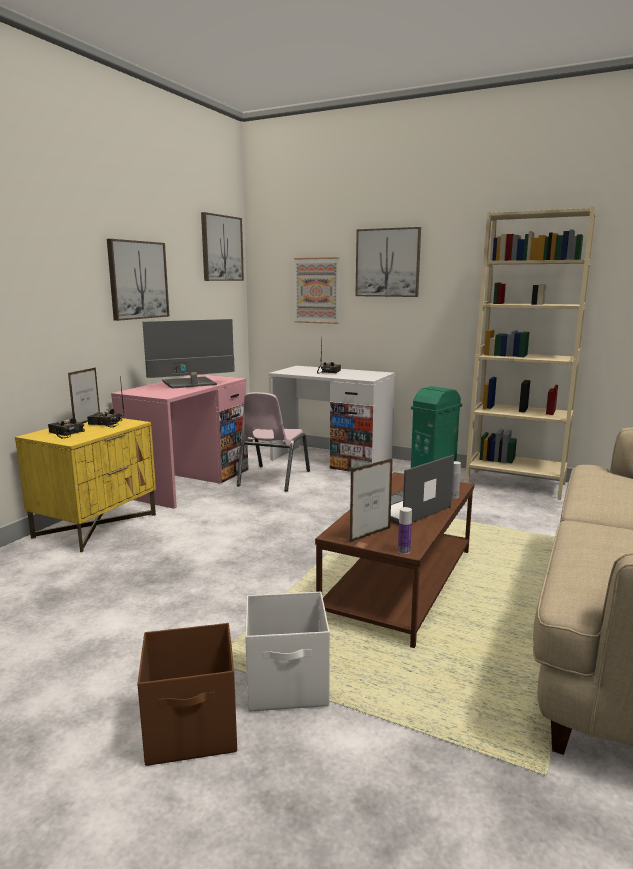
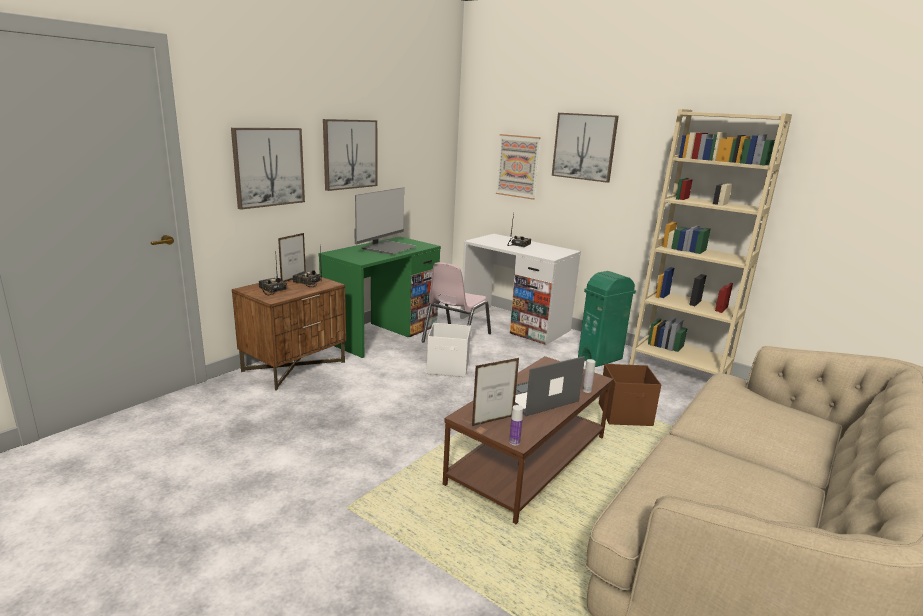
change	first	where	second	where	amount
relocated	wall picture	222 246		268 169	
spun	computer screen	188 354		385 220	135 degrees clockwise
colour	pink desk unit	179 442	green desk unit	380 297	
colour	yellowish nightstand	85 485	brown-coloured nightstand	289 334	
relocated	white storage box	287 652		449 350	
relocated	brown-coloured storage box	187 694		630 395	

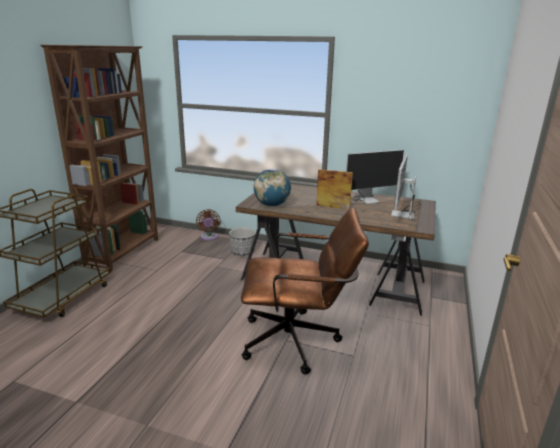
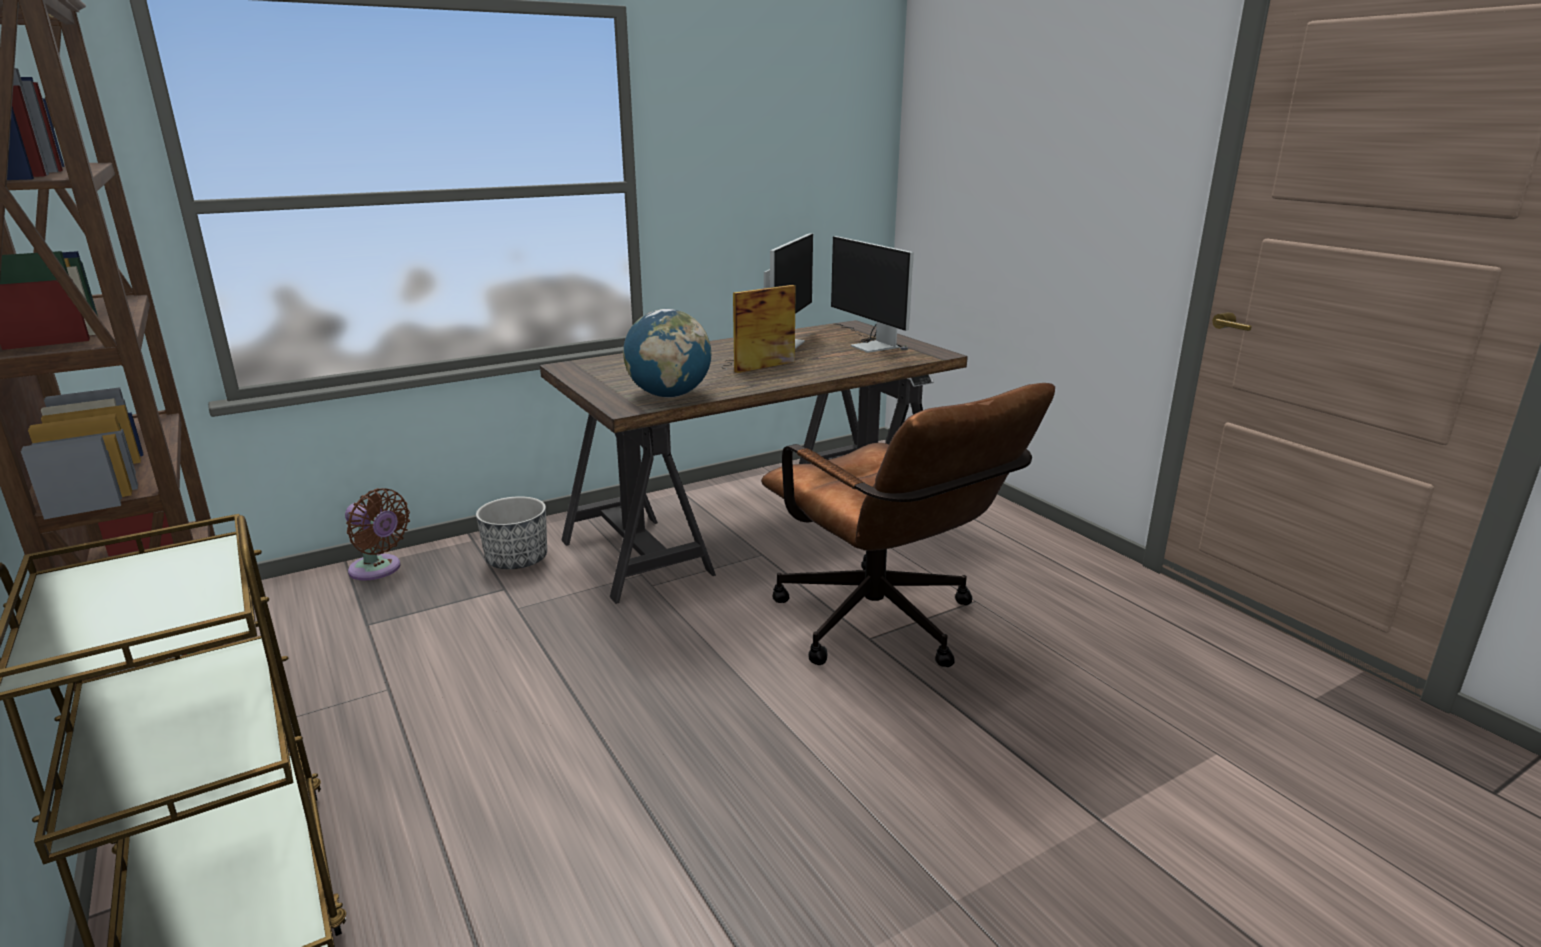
change	first	where	second	where	amount
spun	brown-coloured office chair	305 291		908 525	105 degrees clockwise

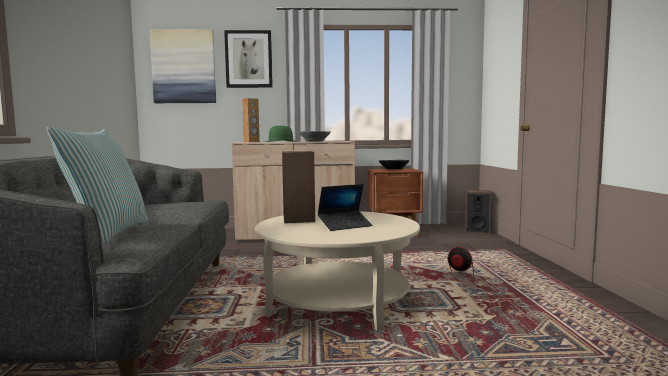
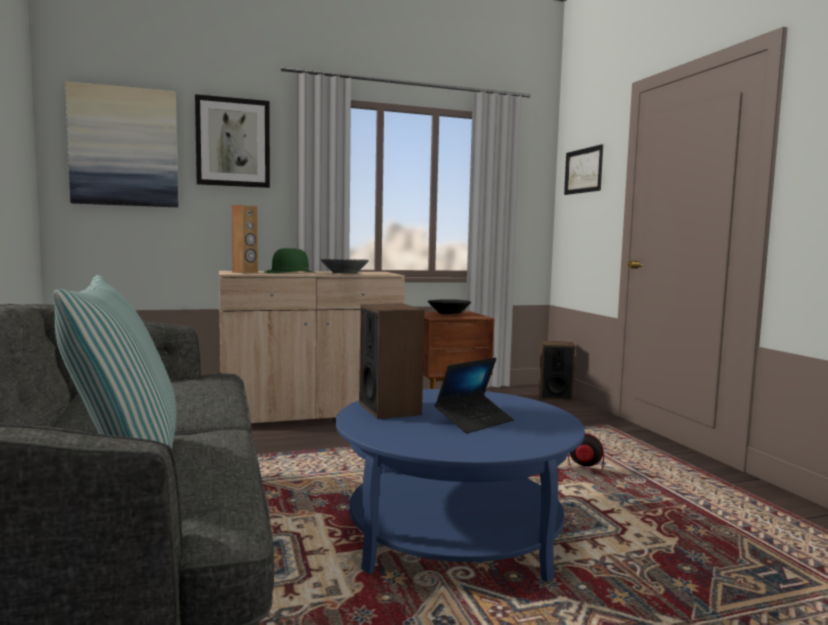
change	first	where	second	where	amount
colour	beige-coloured lounge table	337 271	bluish lounge table	460 485	
appeared			wall picture	583 169	

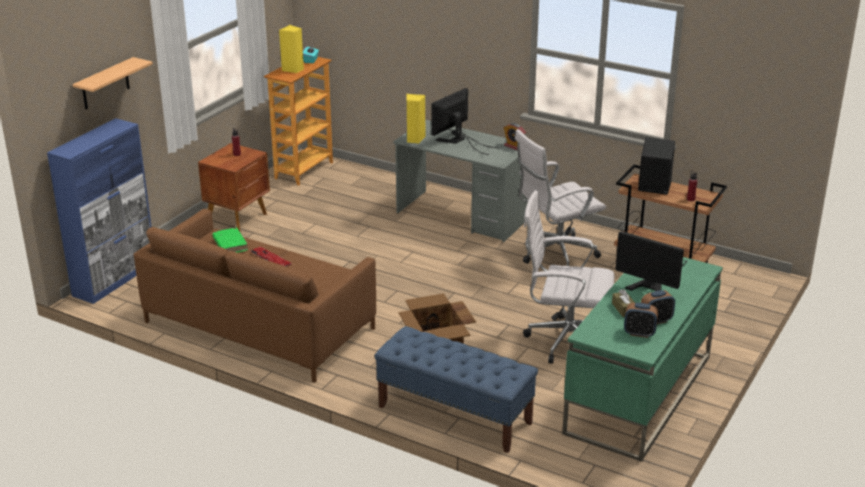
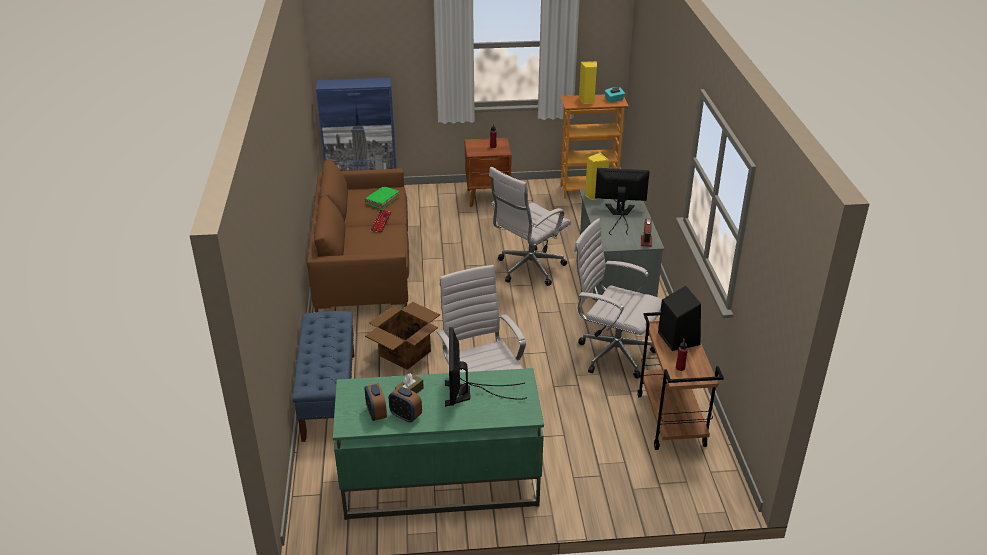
change	first	where	second	where	amount
missing	wall shelf	113 83			
appeared			white office chair	530 226	

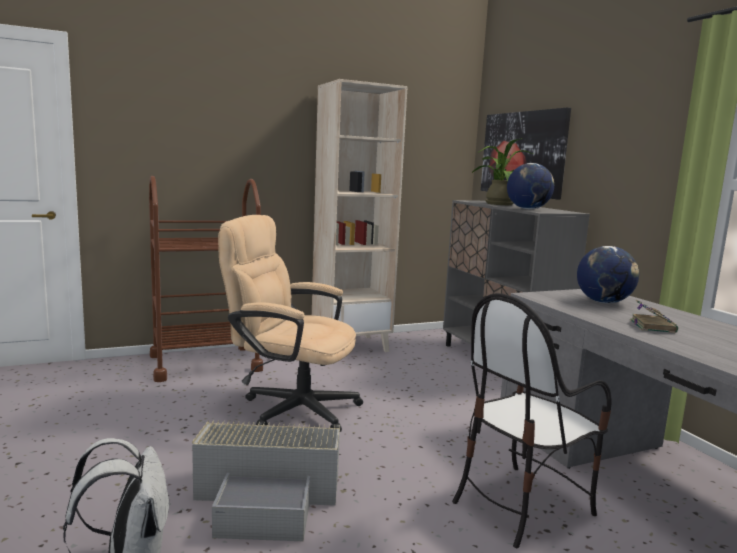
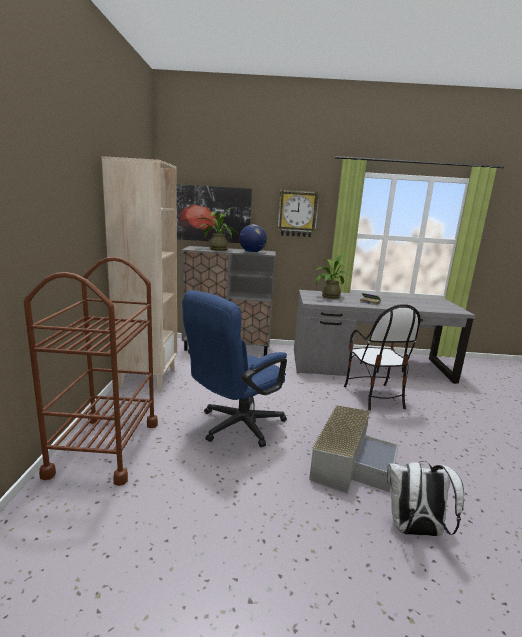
change	first	where	second	where	amount
colour	beige-coloured office chair	290 323	bluish office chair	235 368	
exchanged	world globe	608 274	potted plant	332 276	
appeared			clock on the wall	299 213	

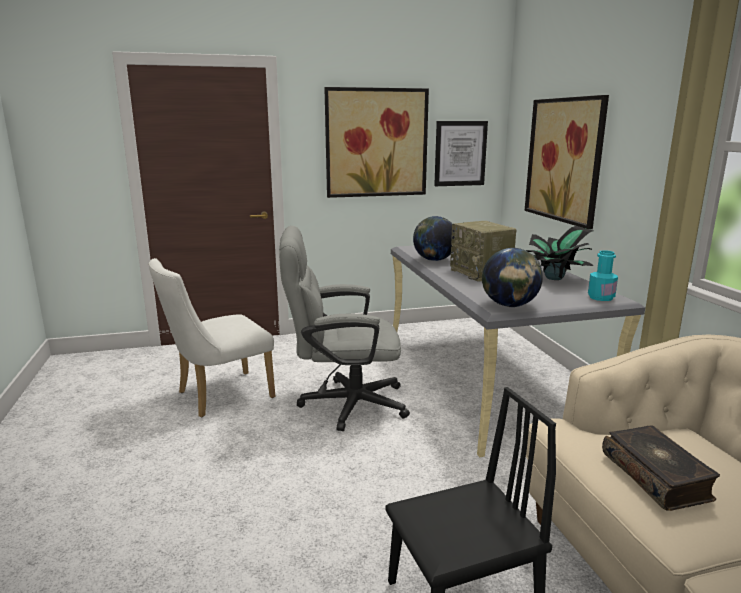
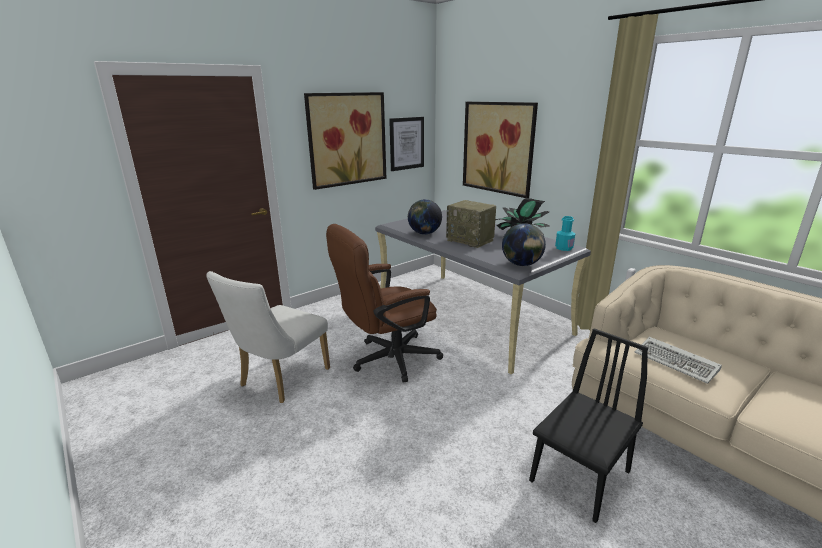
change	first	where	second	where	amount
colour	gray office chair	344 328	brown-coloured office chair	384 303	
exchanged	bound book	661 468	keyboard	678 360	

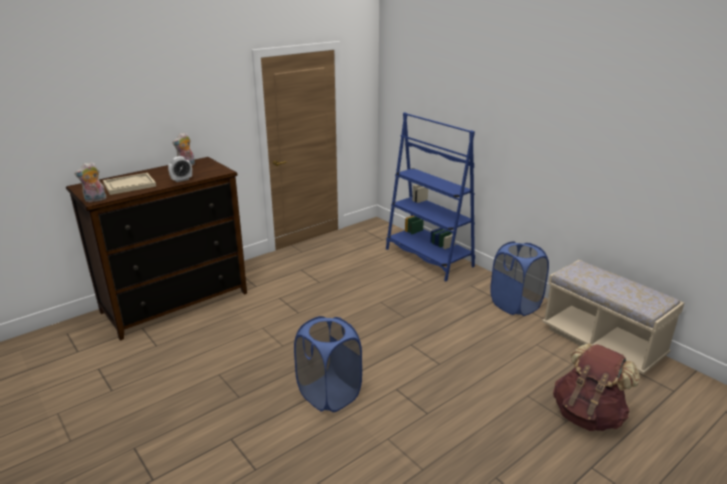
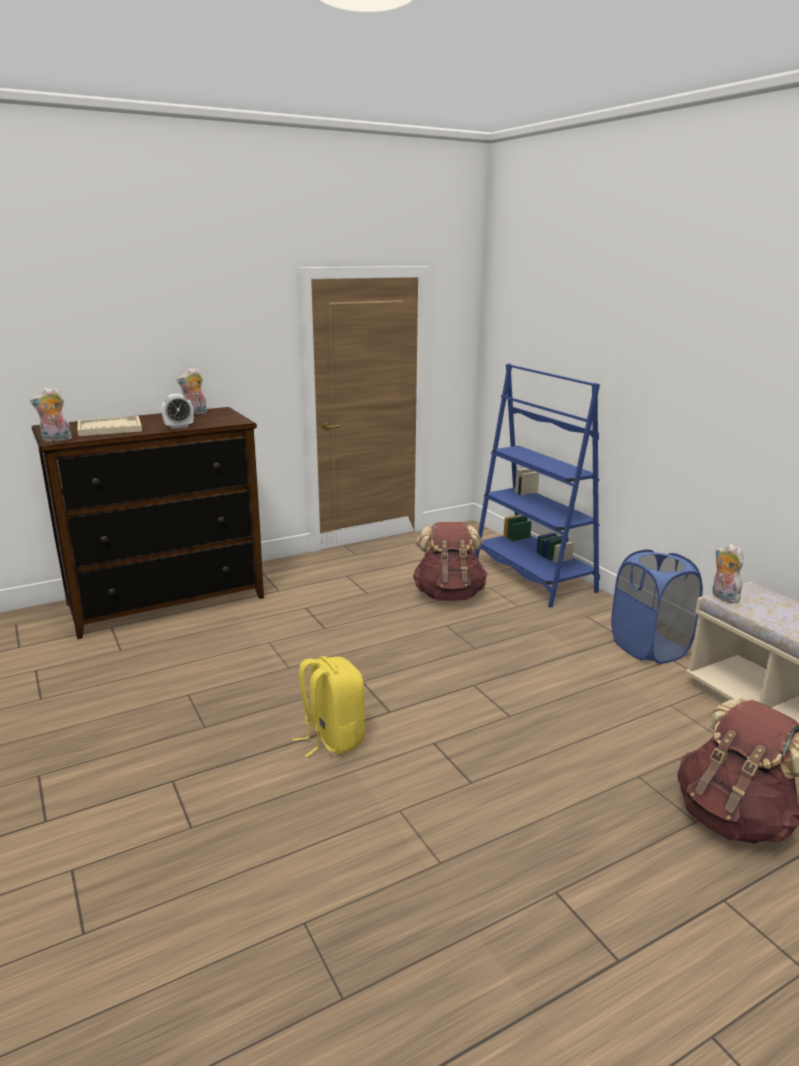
change	first	where	second	where	amount
exchanged	bluish laundry basket	328 364	yellowish rucksack	329 706	
appeared			brown-coloured rucksack	450 561	
appeared			soft toy	728 573	

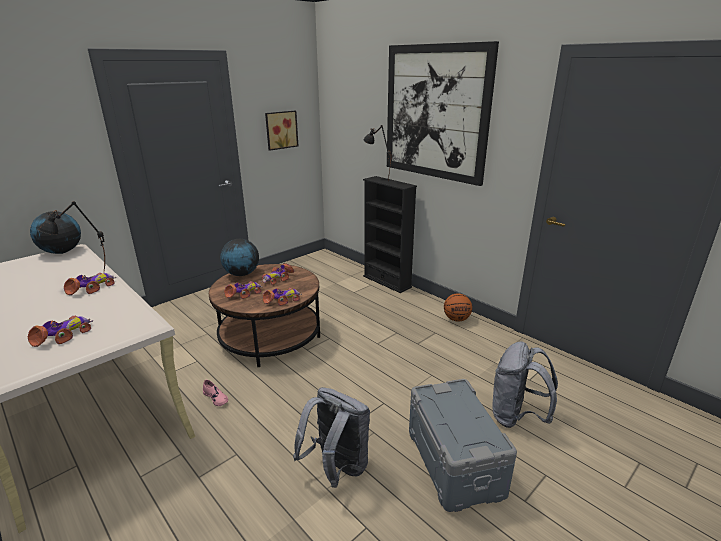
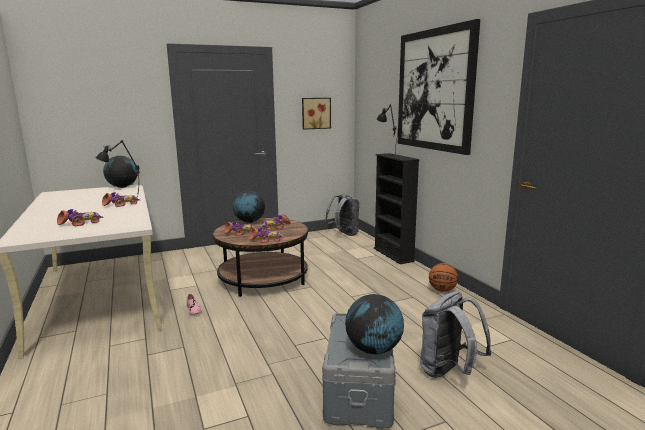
change	first	where	second	where	amount
relocated	gray rucksack	331 437		342 215	
appeared			world globe	374 324	

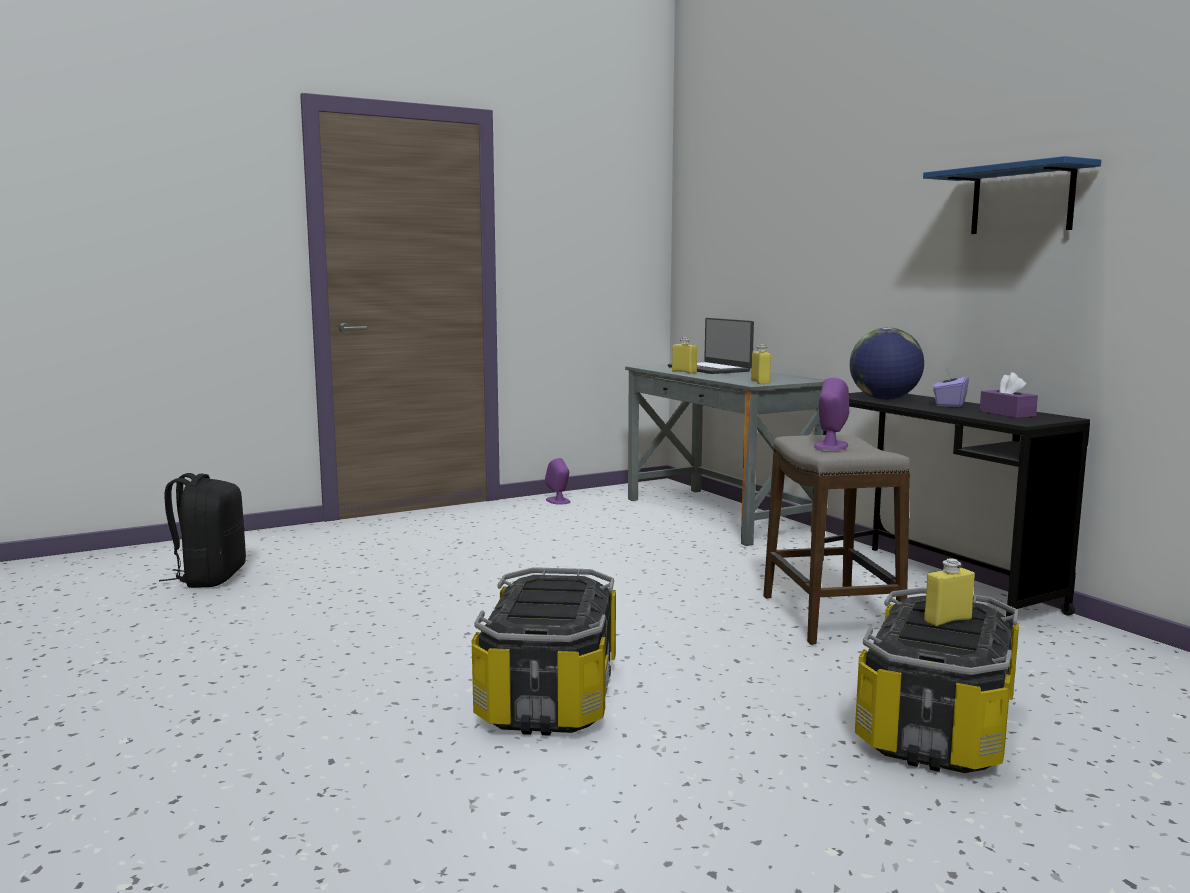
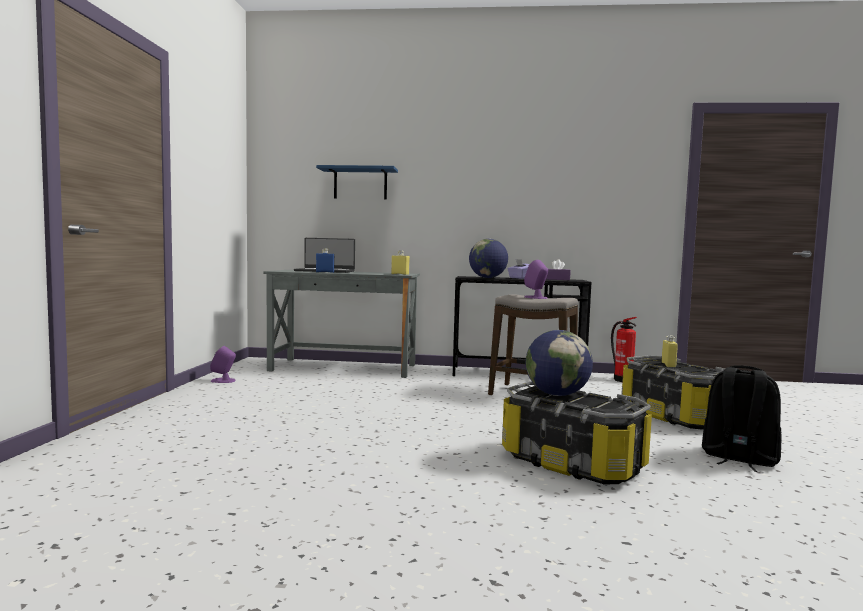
change	first	where	second	where	amount
relocated	bluish wall shelf	1012 195		357 182	
colour	yellowish bottle	684 355	bluish bottle	325 260	
relocated	black rucksack	202 530		742 418	
appeared			extinguisher	624 349	
appeared			world globe	559 363	

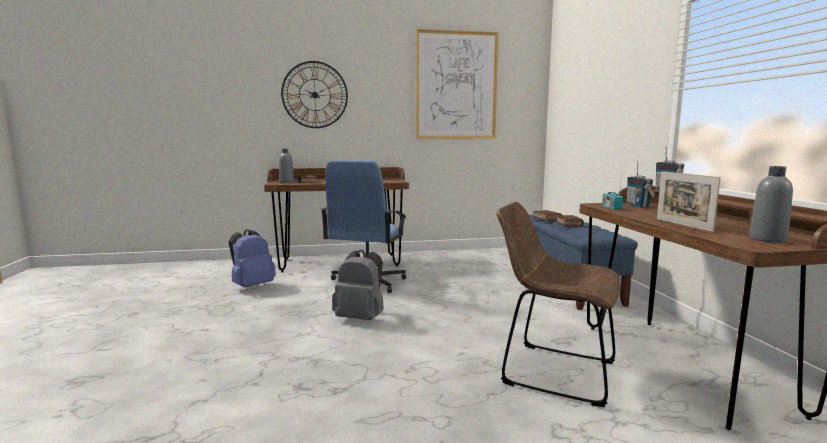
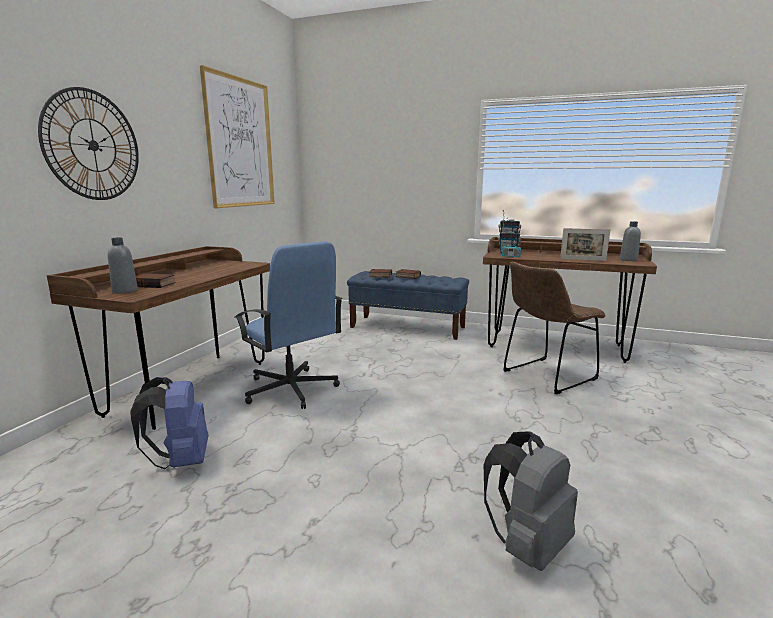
change	first	where	second	where	amount
relocated	gray rucksack	358 284		531 501	

